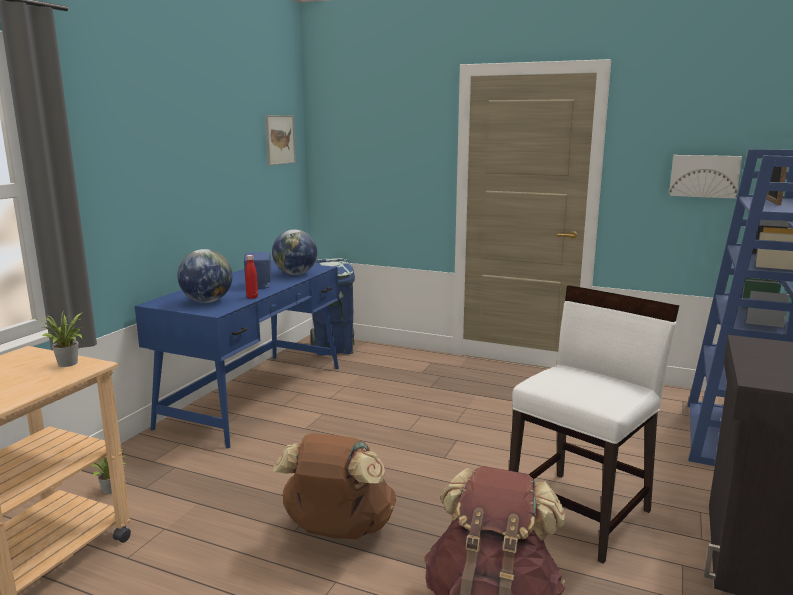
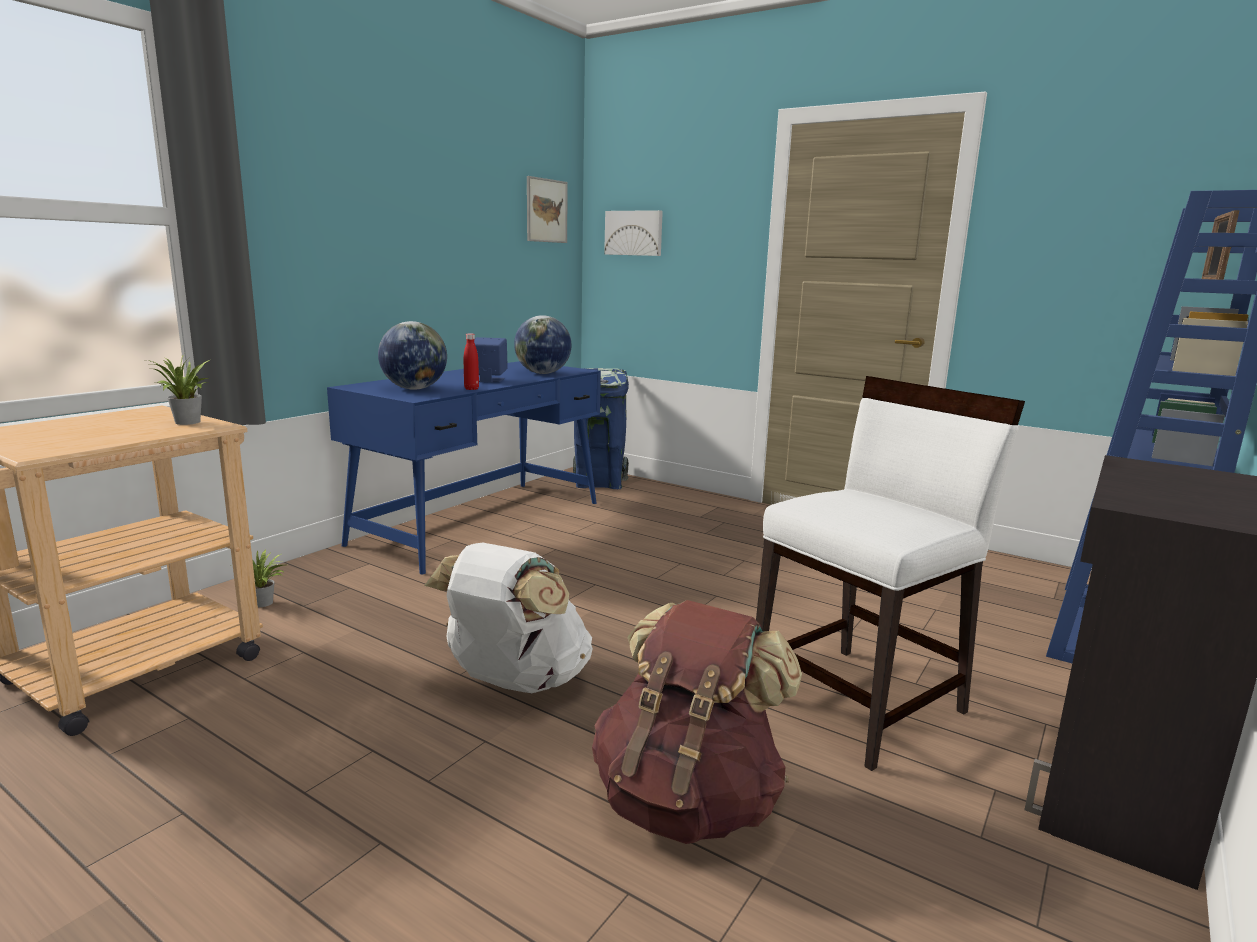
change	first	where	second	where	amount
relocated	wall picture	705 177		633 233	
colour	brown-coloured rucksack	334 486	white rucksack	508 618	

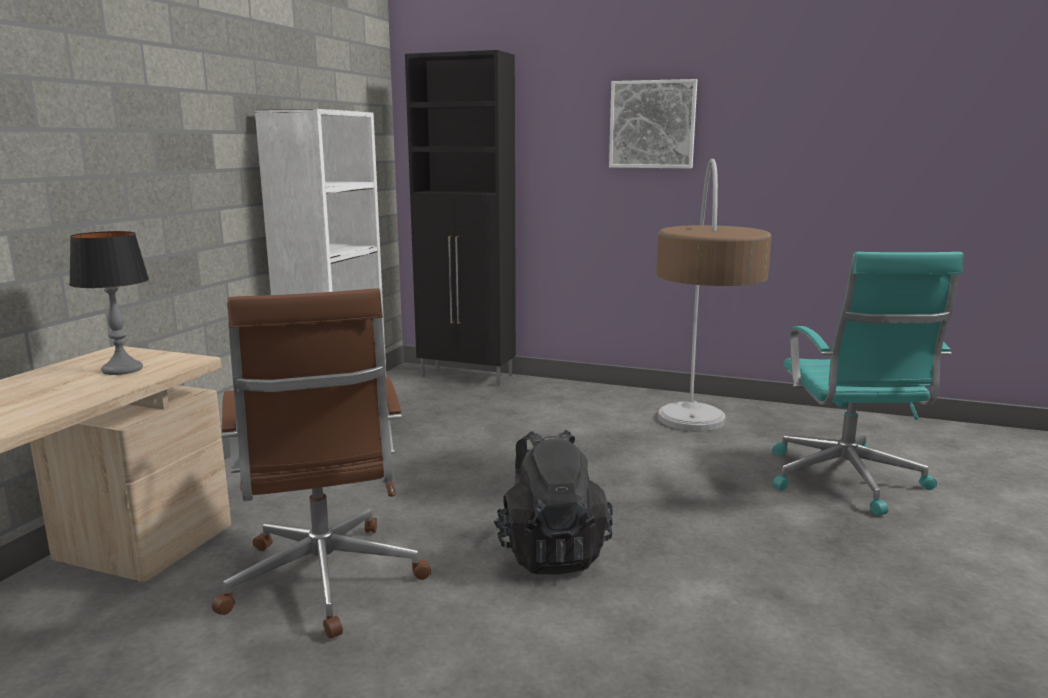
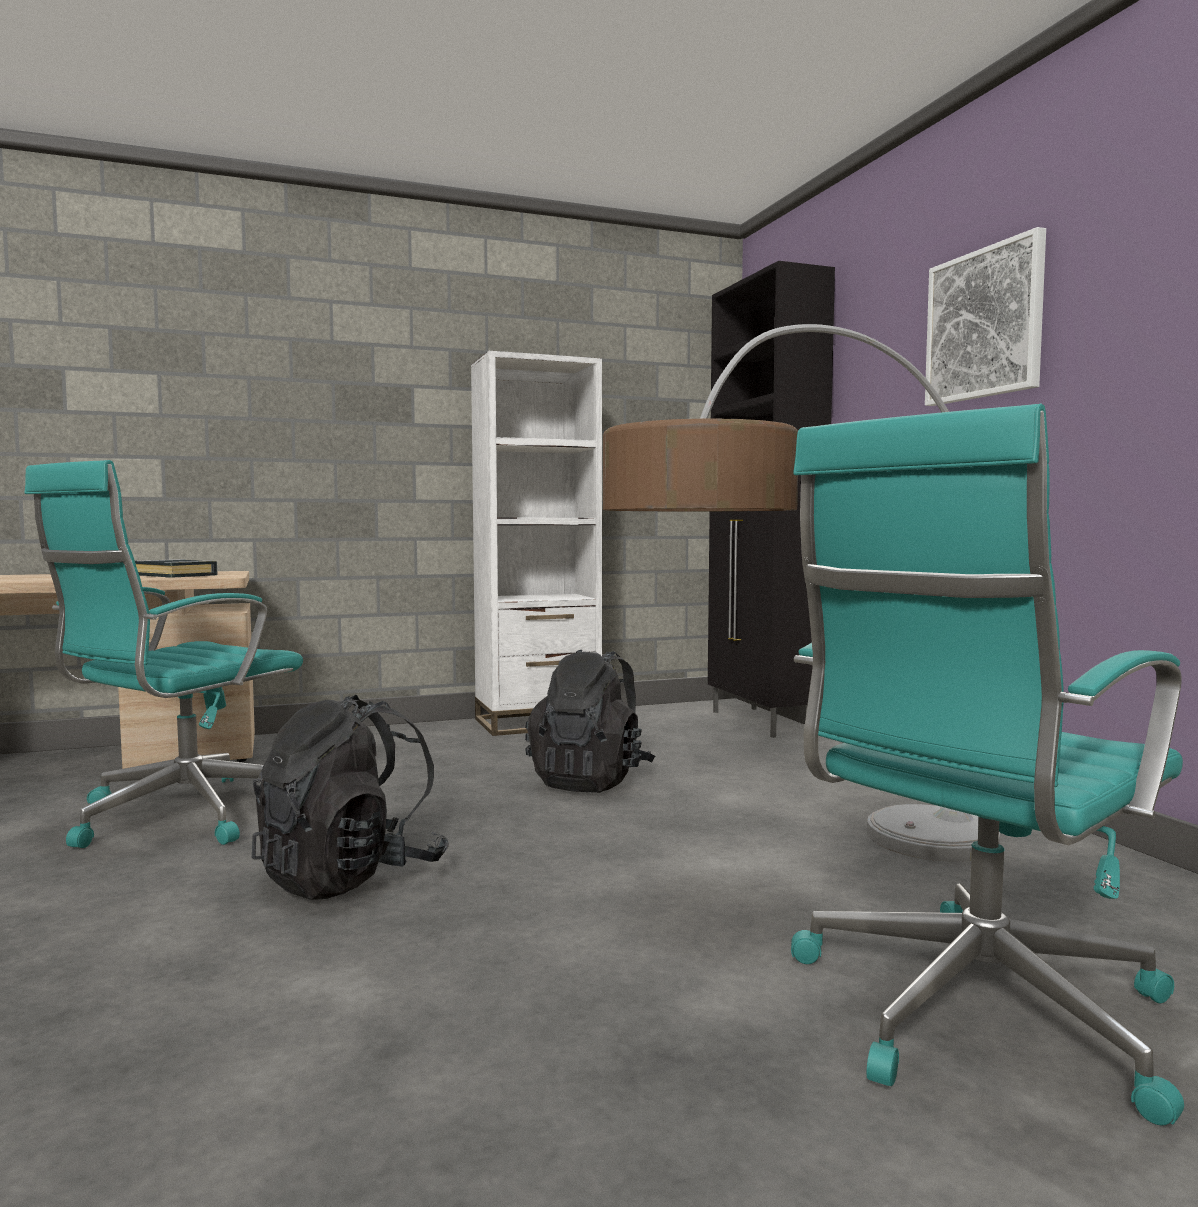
change	first	where	second	where	amount
exchanged	table lamp	109 303	black bound book	176 568	
colour	brown-coloured office chair	321 463	turquoise office chair	164 654	
appeared			black rucksack	590 721	

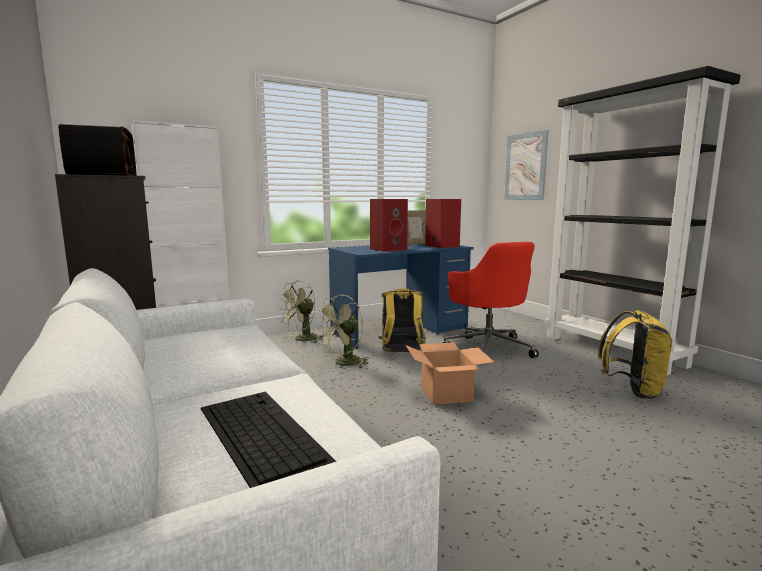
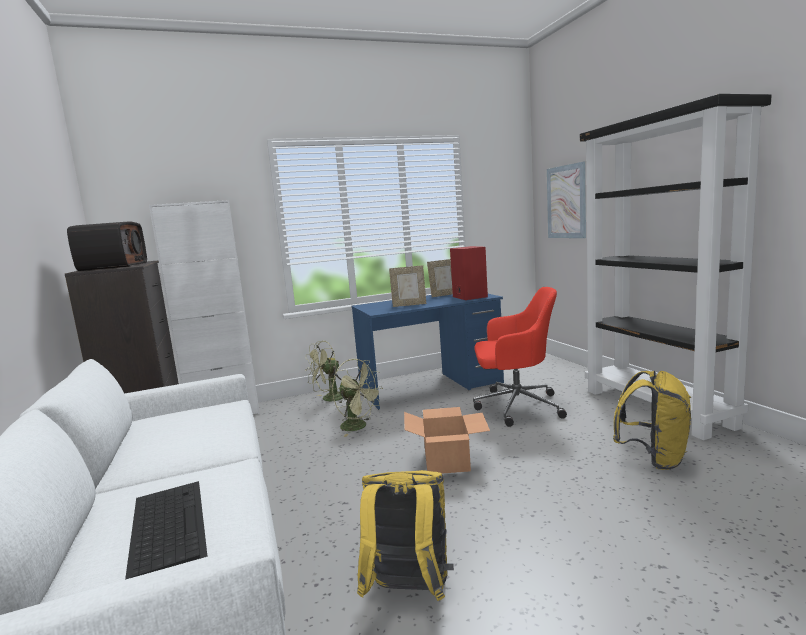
change	first	where	second	where	amount
exchanged	reddish audio speaker	389 225	picture frame	407 286	
spun	reddish office chair	491 303		520 357	75 degrees counterclockwise
relocated	yellowish rucksack	402 320		405 535	
spun	green cooling fan	342 331		357 398	105 degrees counterclockwise

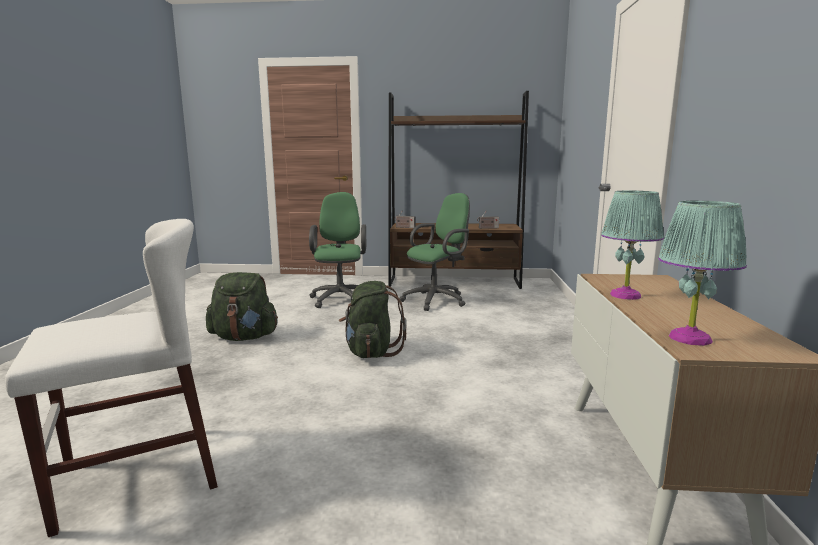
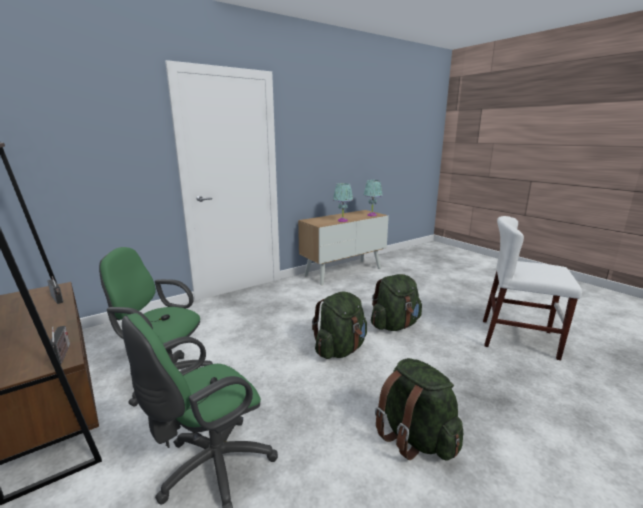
change	first	where	second	where	amount
appeared			green rucksack	396 302	

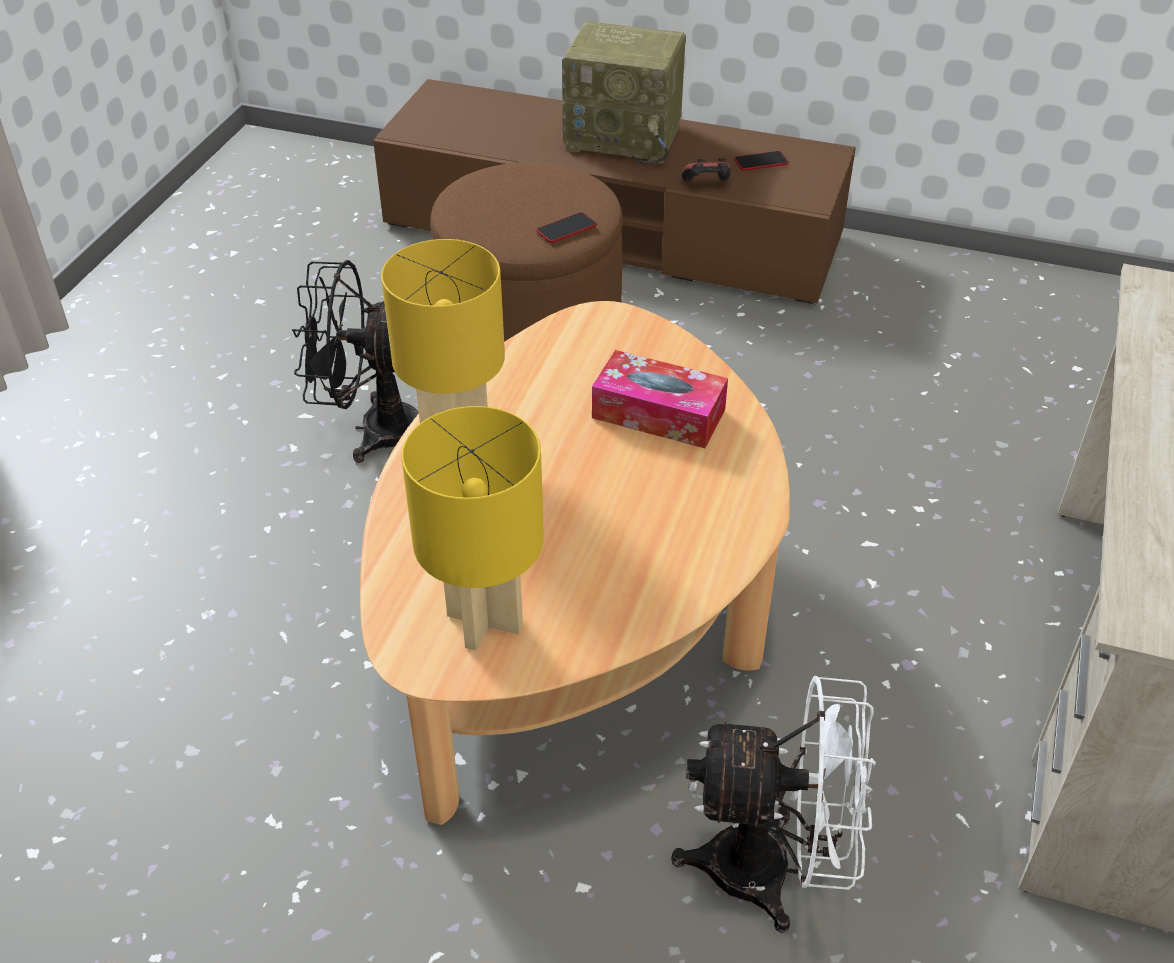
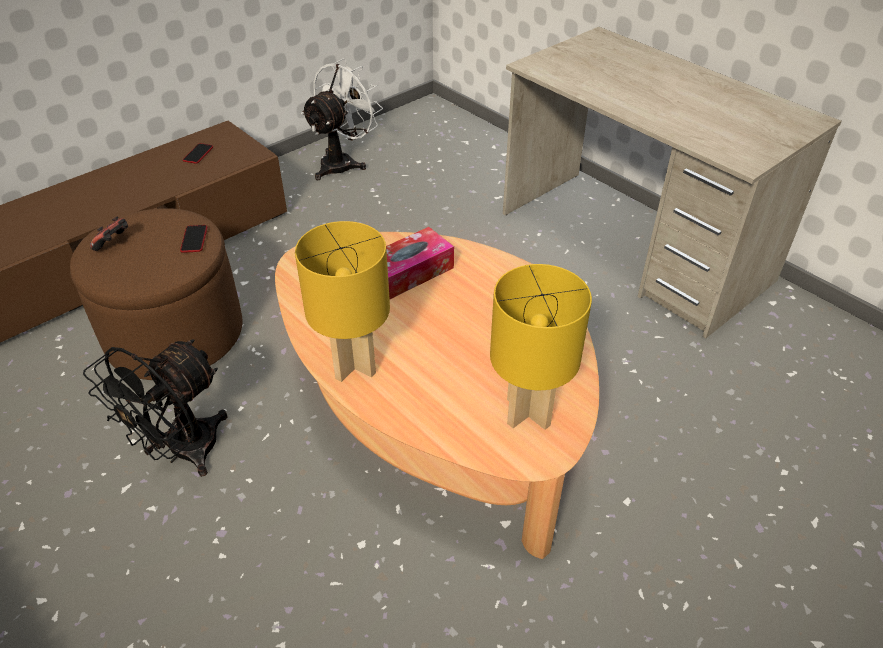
change	first	where	second	where	amount
missing	radio	624 92			
relocated	game controller	706 169		109 233	
relocated	white cooling fan	773 804		342 119	

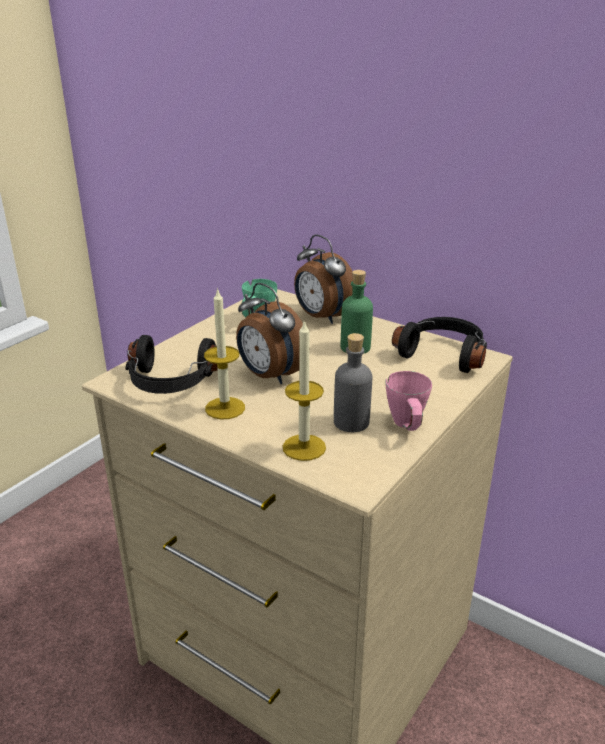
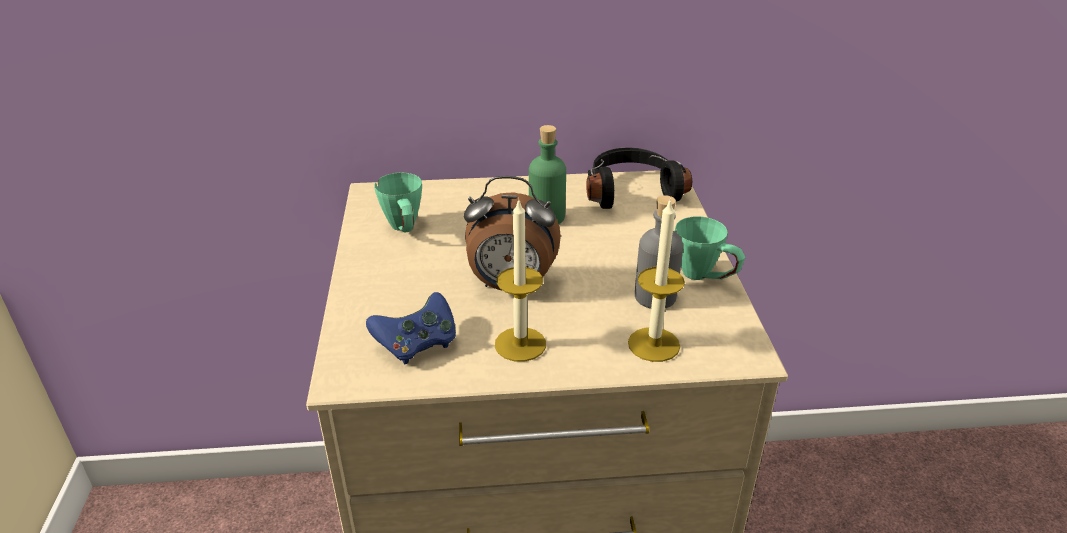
change	first	where	second	where	amount
missing	bedside clock	323 279			
exchanged	black headphones	171 364	bluish game controller	411 328	
colour	pink coffee mug	408 401	green coffee mug	710 248	

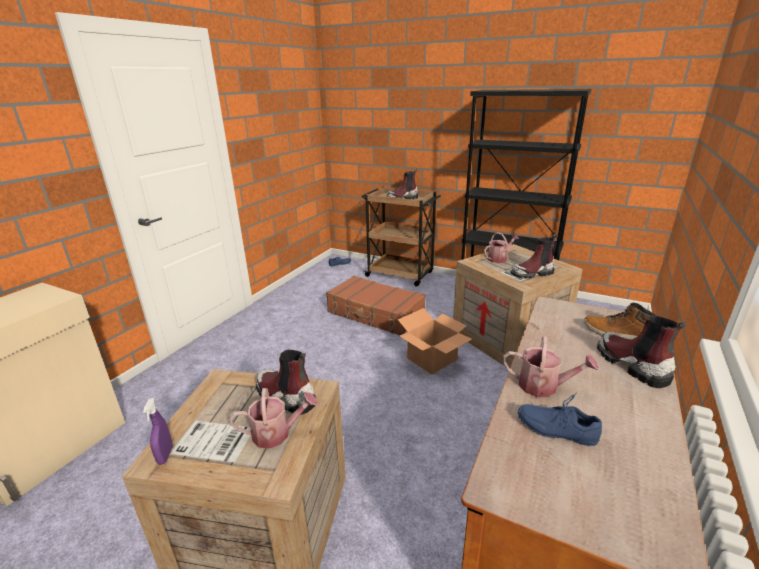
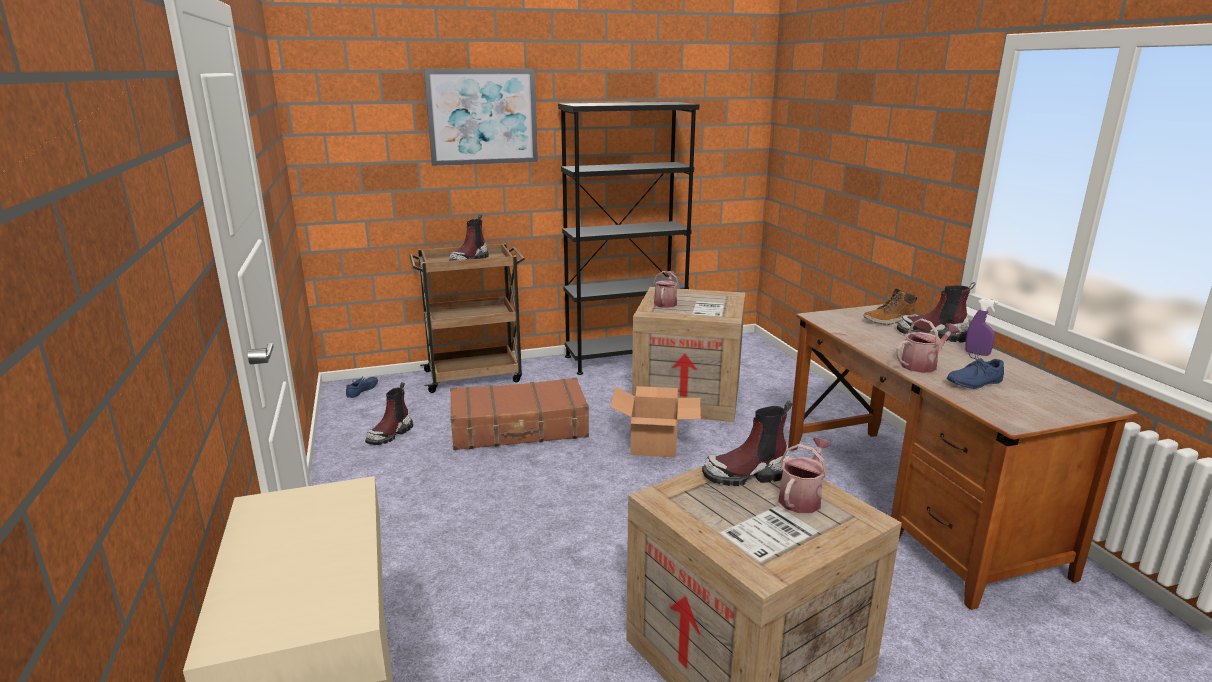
change	first	where	second	where	amount
relocated	tall boot	533 256		389 413	
relocated	purple spray bottle	158 431		982 327	
appeared			wall picture	481 117	

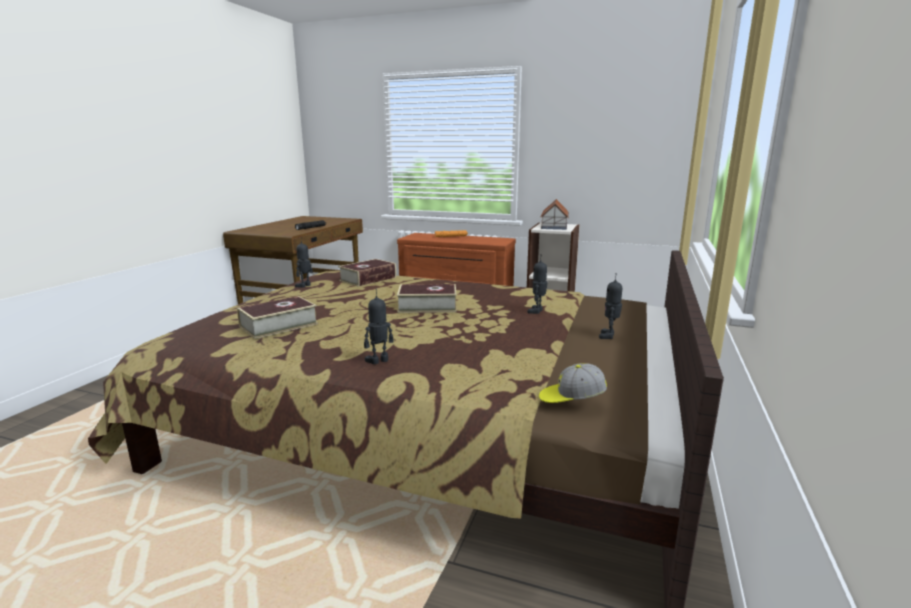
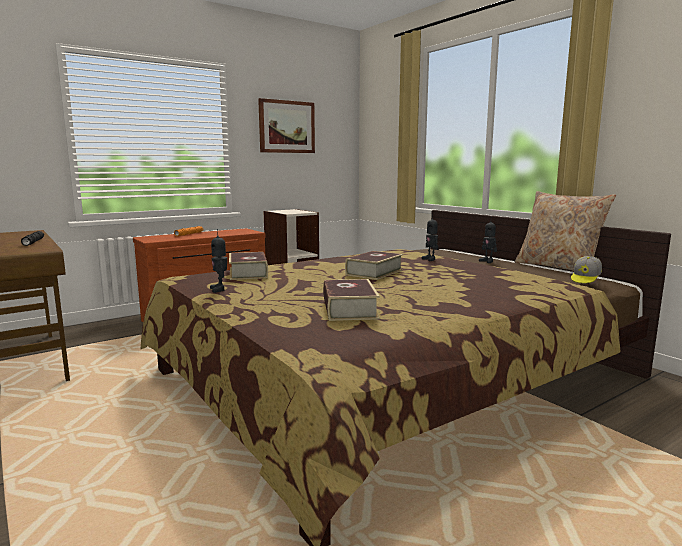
change	first	where	second	where	amount
missing	model house	554 214			
missing	robot figure	379 326			
appeared			wall picture	286 125	
appeared			beige-coloured throw pillow	565 231	

